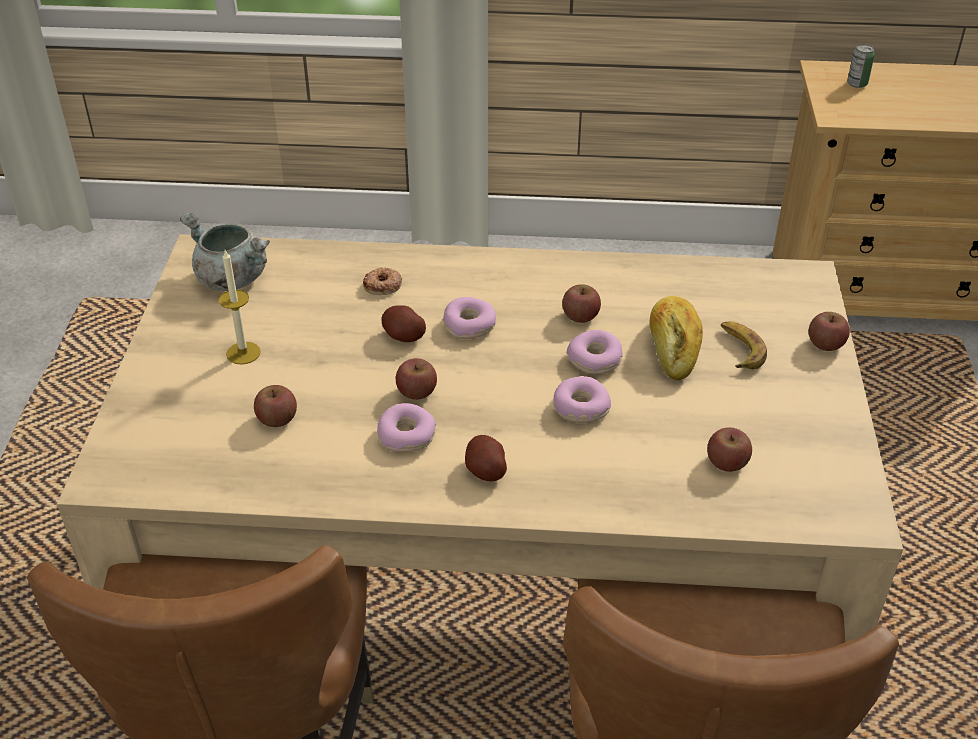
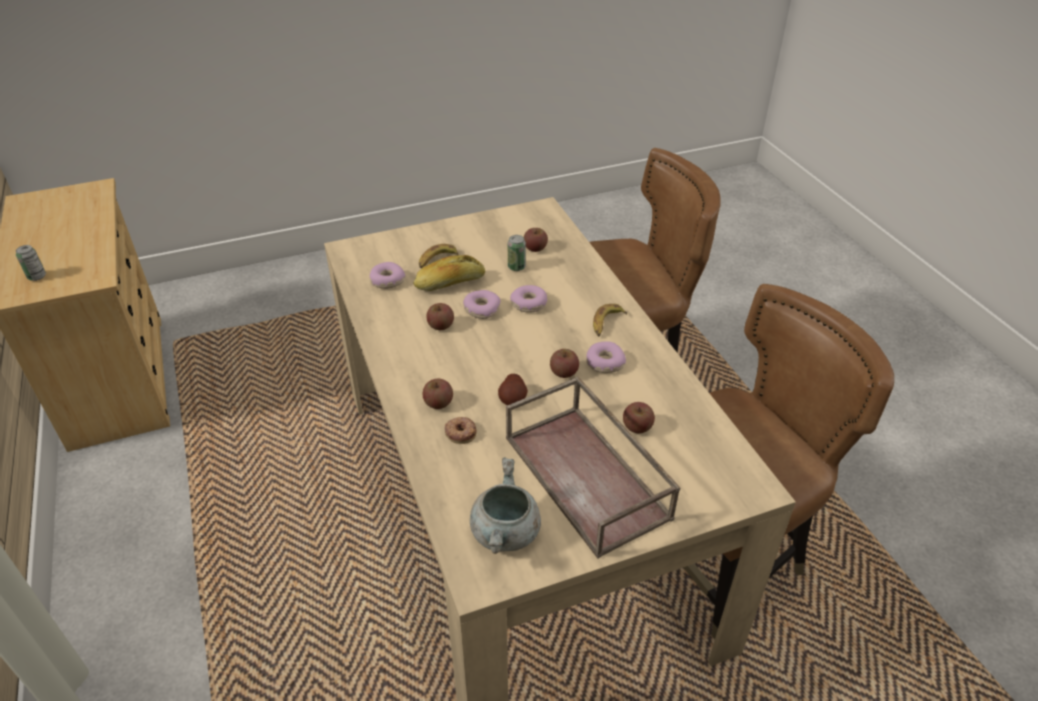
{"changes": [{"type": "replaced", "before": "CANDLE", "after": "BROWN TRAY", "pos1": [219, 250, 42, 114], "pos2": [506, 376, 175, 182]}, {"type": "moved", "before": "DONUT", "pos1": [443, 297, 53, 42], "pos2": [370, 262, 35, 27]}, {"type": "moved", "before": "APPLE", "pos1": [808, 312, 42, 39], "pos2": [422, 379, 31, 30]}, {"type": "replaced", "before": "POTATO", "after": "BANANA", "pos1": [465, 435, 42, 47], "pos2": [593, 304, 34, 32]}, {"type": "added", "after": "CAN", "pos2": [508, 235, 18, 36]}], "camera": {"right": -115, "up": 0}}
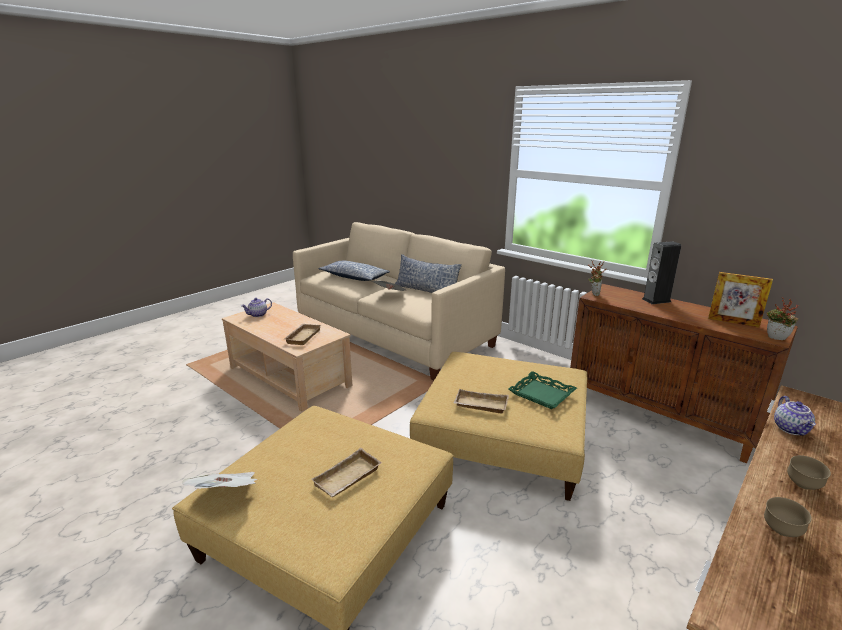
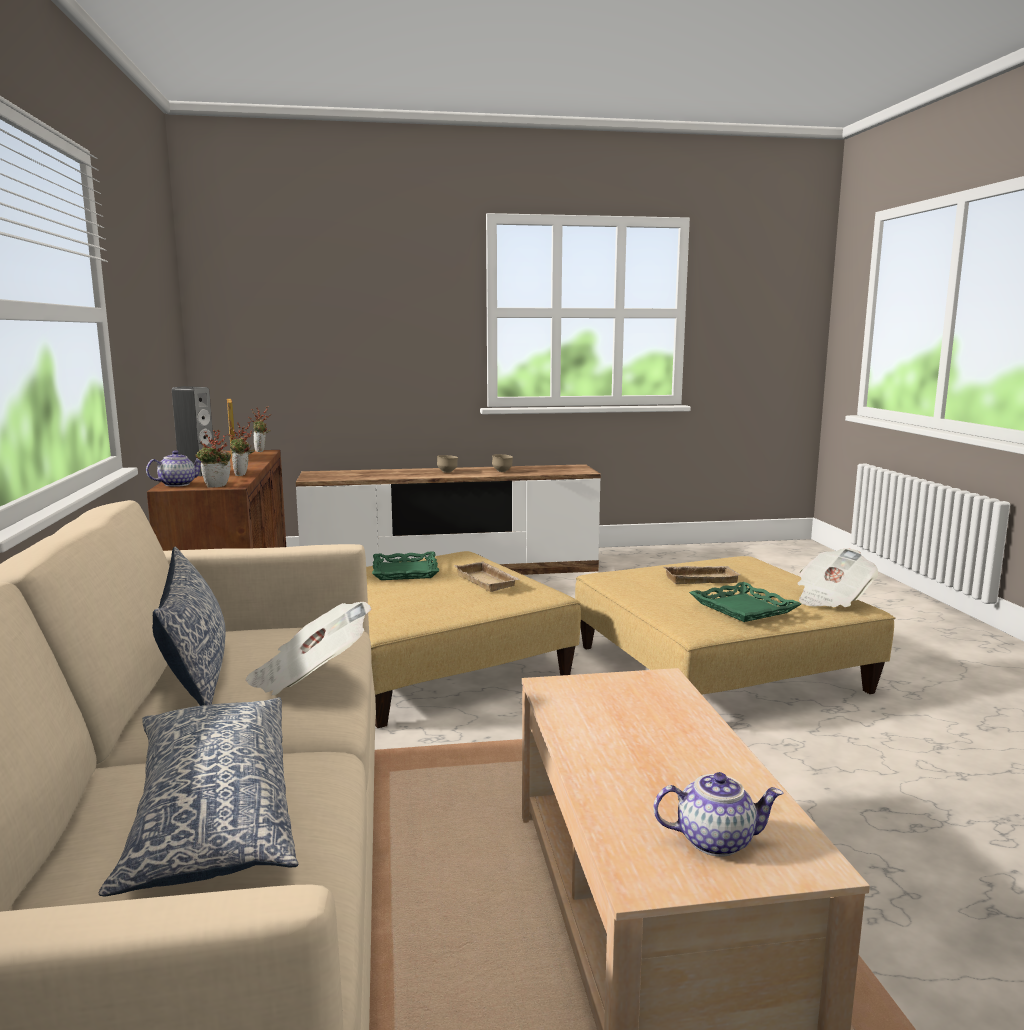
{"changes": [{"type": "removed", "before": "BEIGE TRAY", "pos1": [284, 324, 37, 21]}, {"type": "moved", "before": "TEAPOT", "pos1": [774, 396, 42, 40], "pos2": [146, 450, 55, 37]}, {"type": "added", "after": "POTTED PLANT", "pos2": [227, 421, 28, 55]}, {"type": "added", "after": "GREEN TRAY", "pos2": [689, 582, 112, 40]}], "camera": {"right": -140, "up": -10}}
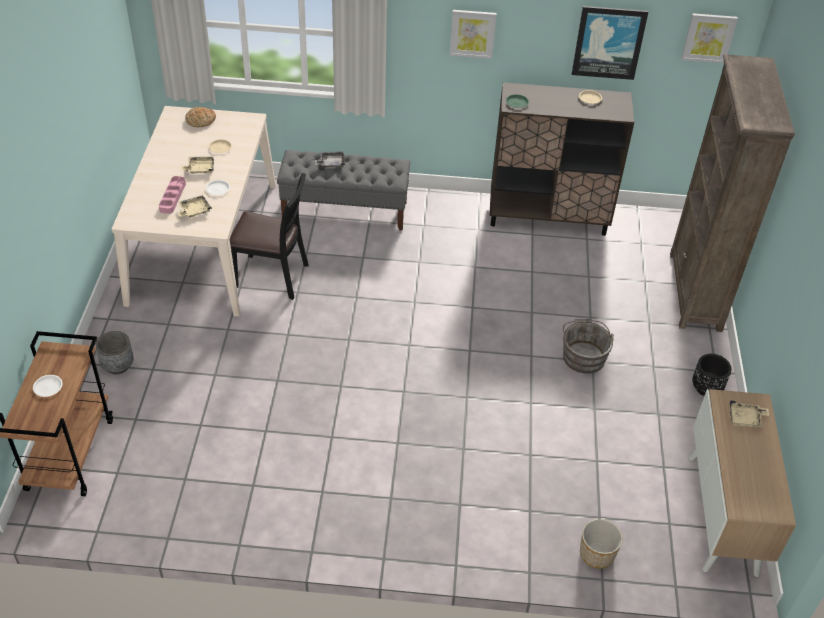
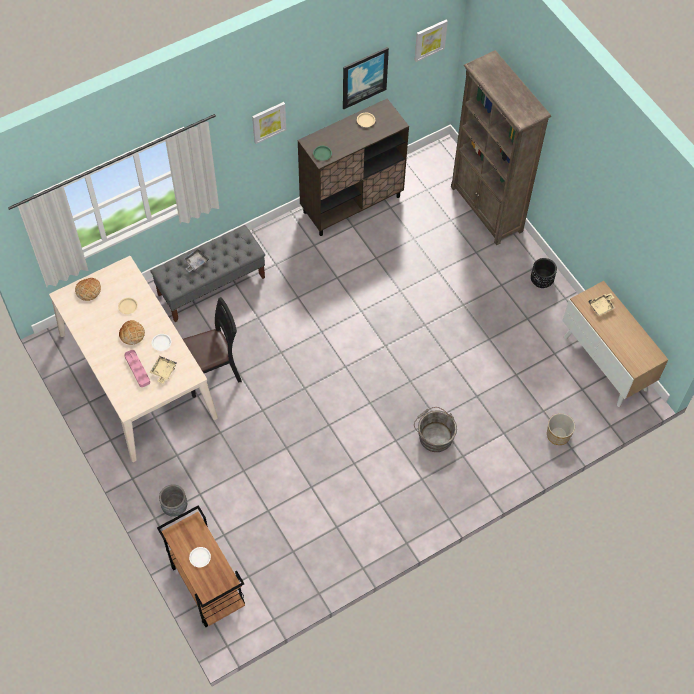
{"changes": [{"type": "replaced", "before": "BEIGE TRAY", "after": "BREAD", "pos1": [181, 156, 33, 18], "pos2": [119, 320, 26, 25]}, {"type": "moved", "before": "GREY BUCKET", "pos1": [563, 319, 51, 55], "pos2": [414, 407, 43, 45]}], "camera": {"right": -35, "up": 15}}
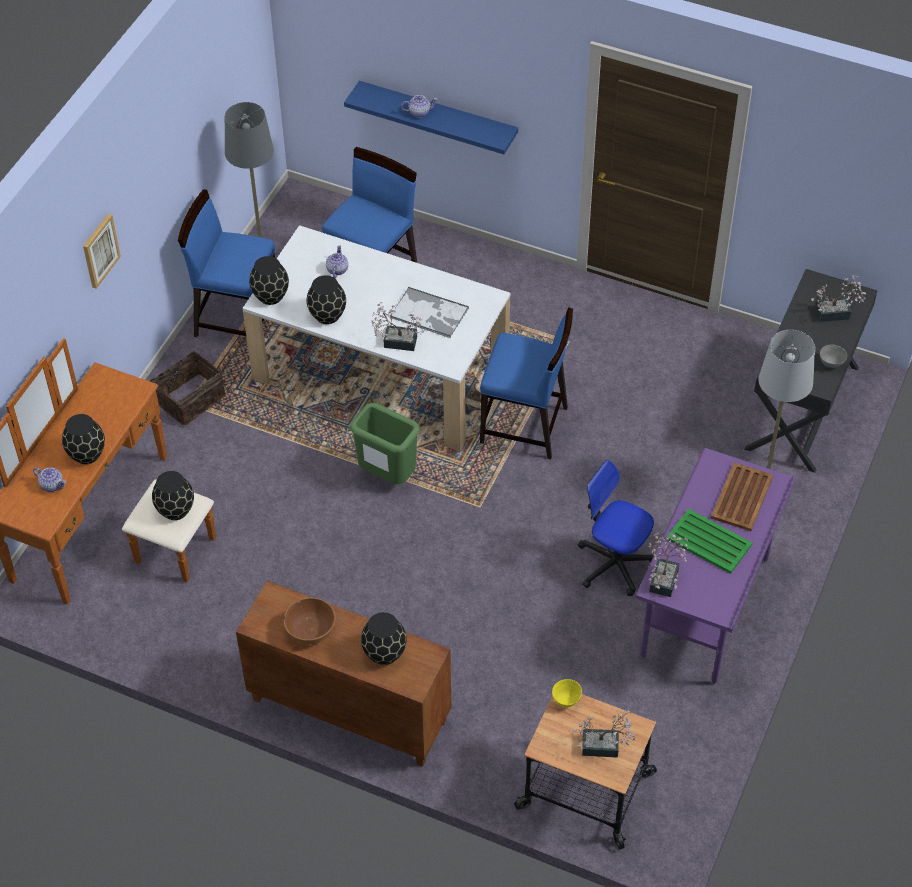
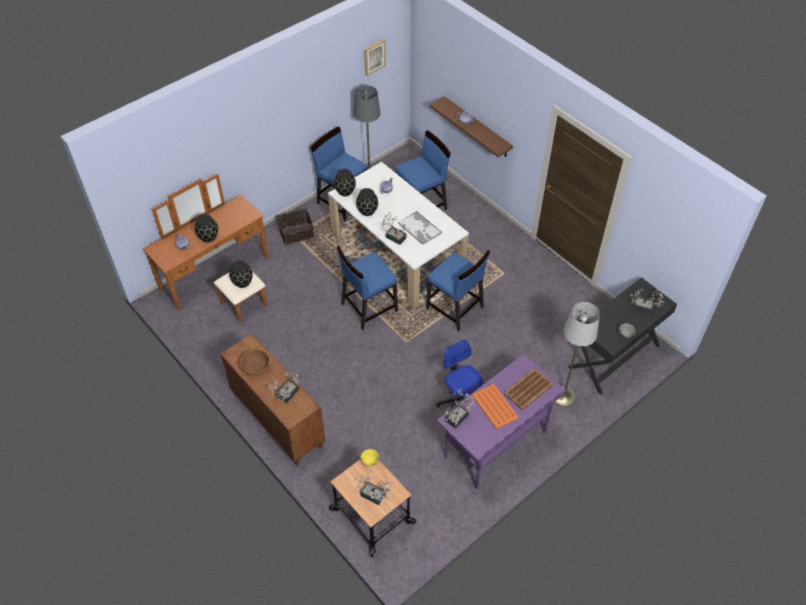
{"changes": [{"type": "recoloured", "before": "BLUE SHELF", "after": "BROWN SHELF", "pos1": [344, 81, 174, 73], "pos2": [430, 96, 83, 61]}, {"type": "moved", "before": "PICTURE", "pos1": [83, 214, 38, 75], "pos2": [364, 39, 22, 37]}, {"type": "replaced", "before": "GREEN TRASH CAN", "after": "BLUE CHAIR", "pos1": [350, 403, 70, 81], "pos2": [337, 246, 61, 84]}, {"type": "recoloured", "before": "GREEN TRAY", "after": "ORANGE TRAY", "pos1": [667, 509, 85, 65], "pos2": [472, 384, 46, 46]}, {"type": "replaced", "before": "BLACK VASE", "after": "POTTED PLANT", "pos1": [361, 612, 46, 53], "pos2": [269, 371, 30, 32]}], "camera": {"right": 25, "up": 0}}
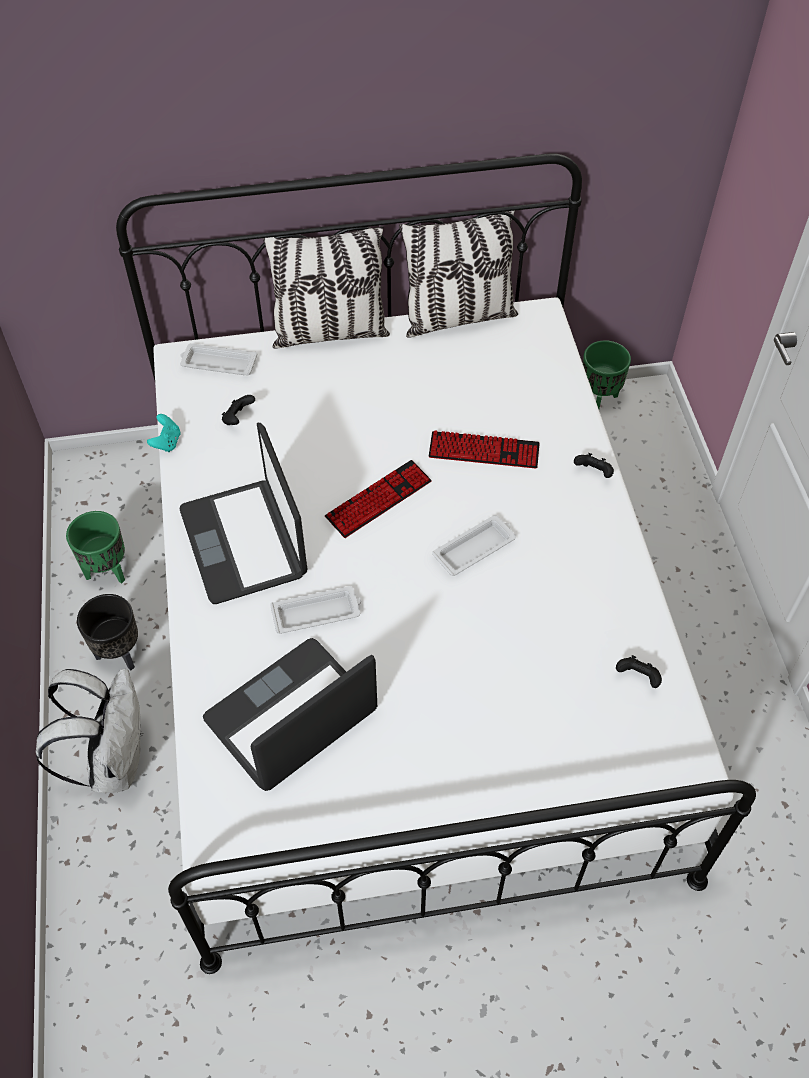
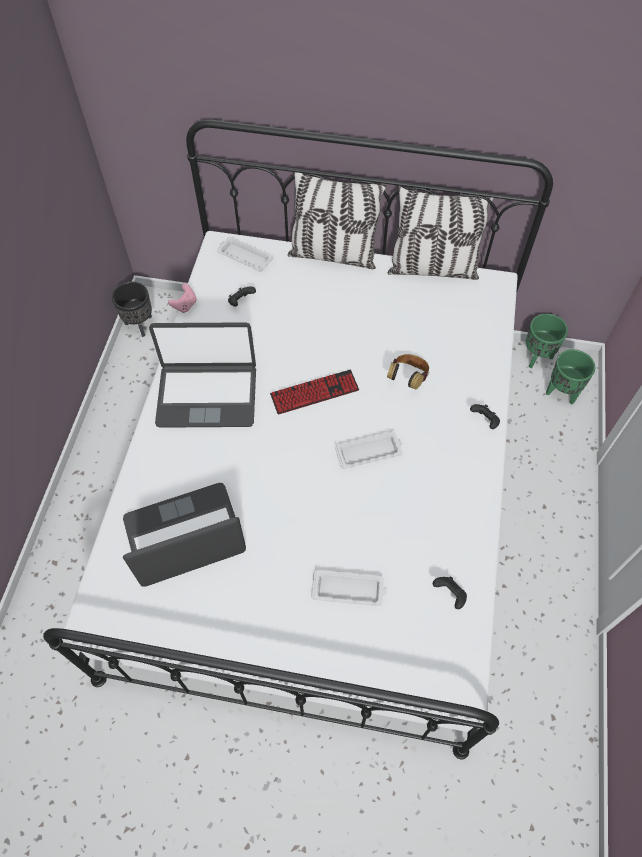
{"changes": [{"type": "recoloured", "before": "TURQUOISE GAME CONTROLLER", "after": "PINK GAME CONTROLLER", "pos1": [147, 414, 34, 38], "pos2": [168, 284, 29, 29]}, {"type": "turned", "before": "LAPTOP", "pos1": [180, 423, 127, 181], "pos2": [149, 322, 107, 106], "turn": -90}, {"type": "replaced", "before": "KEYBOARD", "after": "HEADPHONES", "pos1": [429, 430, 111, 38], "pos2": [387, 354, 42, 35]}, {"type": "moved", "before": "GREEN PLANTER", "pos1": [66, 511, 59, 73], "pos2": [546, 349, 49, 56]}, {"type": "moved", "before": "WHITE TRAY", "pos1": [270, 586, 91, 48], "pos2": [311, 570, 76, 36]}, {"type": "moved", "before": "BLACK PLANTER", "pos1": [77, 594, 61, 77], "pos2": [112, 282, 40, 55]}, {"type": "removed", "before": "WHITE BACKPACK", "pos1": [36, 669, 107, 124]}], "camera": {"right": 20, "up": 5}}
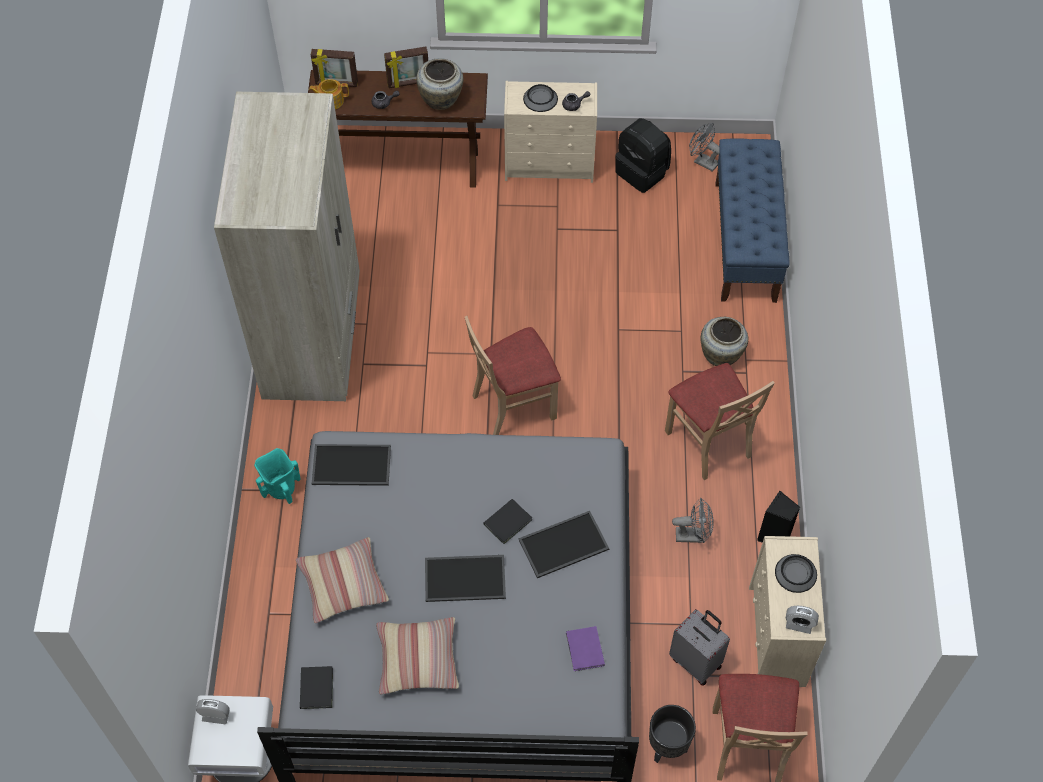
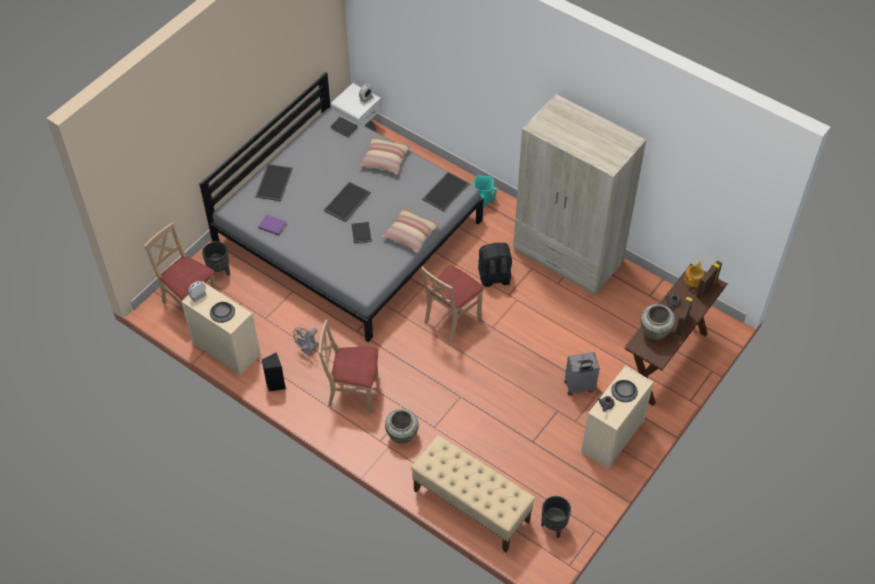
{"changes": [{"type": "moved", "before": "BLACK BACKPACK", "pos1": [615, 118, 56, 75], "pos2": [478, 243, 34, 44]}, {"type": "replaced", "before": "GREY FAN", "after": "BLACK PLANTER", "pos1": [689, 123, 31, 49], "pos2": [541, 496, 30, 42]}, {"type": "recoloured", "before": "BLUE BENCH", "after": "BEIGE BENCH", "pos1": [715, 139, 74, 164], "pos2": [411, 435, 124, 117]}, {"type": "turned", "before": "BEIGE CHAIR", "pos1": [465, 316, 96, 119], "pos2": [422, 265, 62, 77], "turn": -150}, {"type": "moved", "before": "TRAY", "pos1": [519, 511, 90, 67], "pos2": [255, 164, 38, 37]}, {"type": "moved", "before": "GREY SUITCASE", "pos1": [669, 609, 61, 77], "pos2": [564, 352, 36, 43]}, {"type": "moved", "before": "PILLOW", "pos1": [376, 617, 83, 77], "pos2": [381, 207, 59, 46]}], "camera": {"right": 125, "up": -5}}
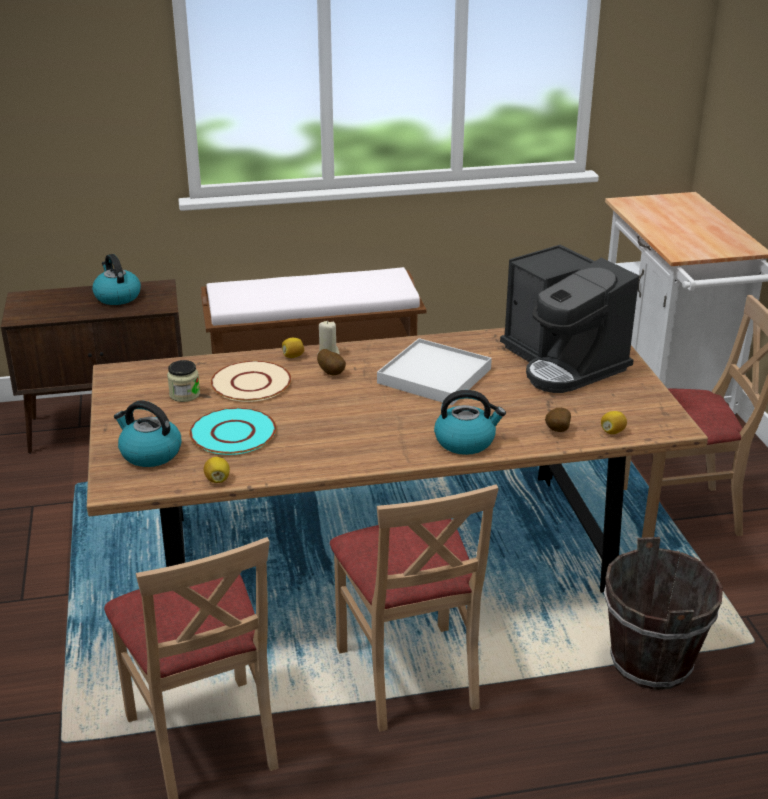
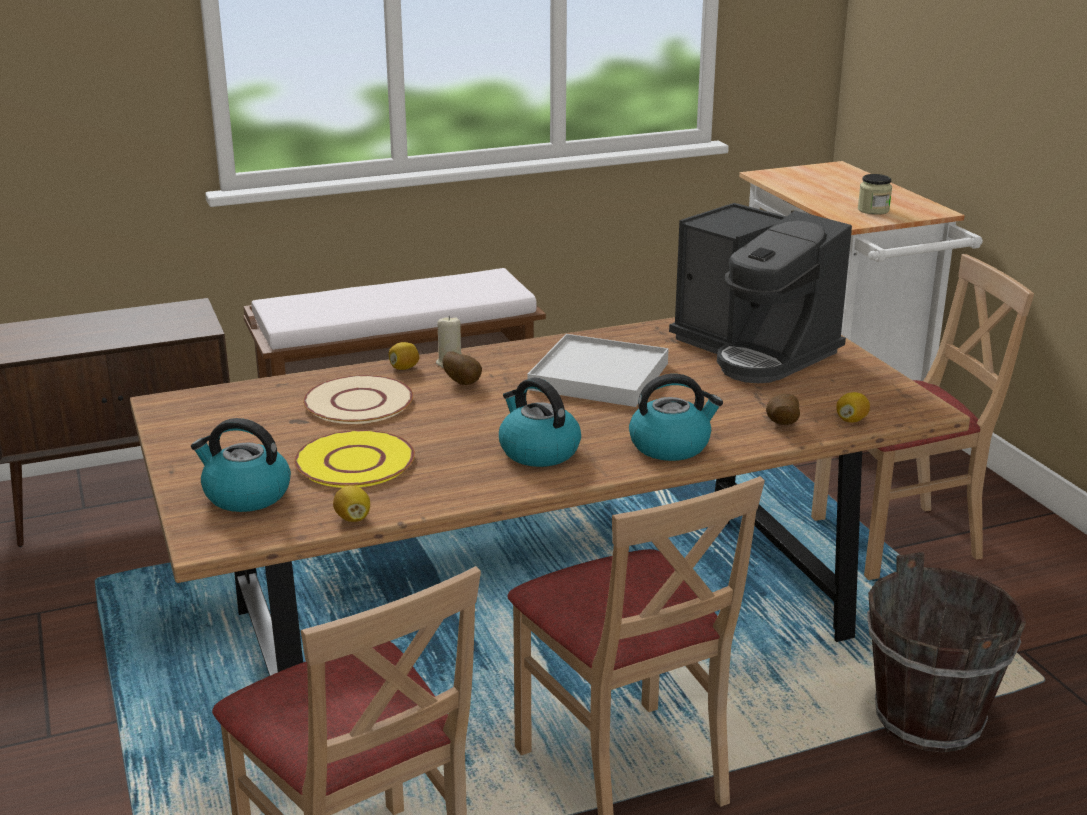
{"changes": [{"type": "moved", "before": "KETTLE", "pos1": [92, 254, 49, 51], "pos2": [499, 378, 82, 89]}, {"type": "moved", "before": "JAR", "pos1": [167, 360, 33, 42], "pos2": [858, 174, 34, 41]}, {"type": "recoloured", "before": "TURQUOISE PLATE", "after": "YELLOW PLATE", "pos1": [189, 408, 87, 47], "pos2": [294, 430, 121, 58]}], "camera": {"right": -10, "up": -5}}
